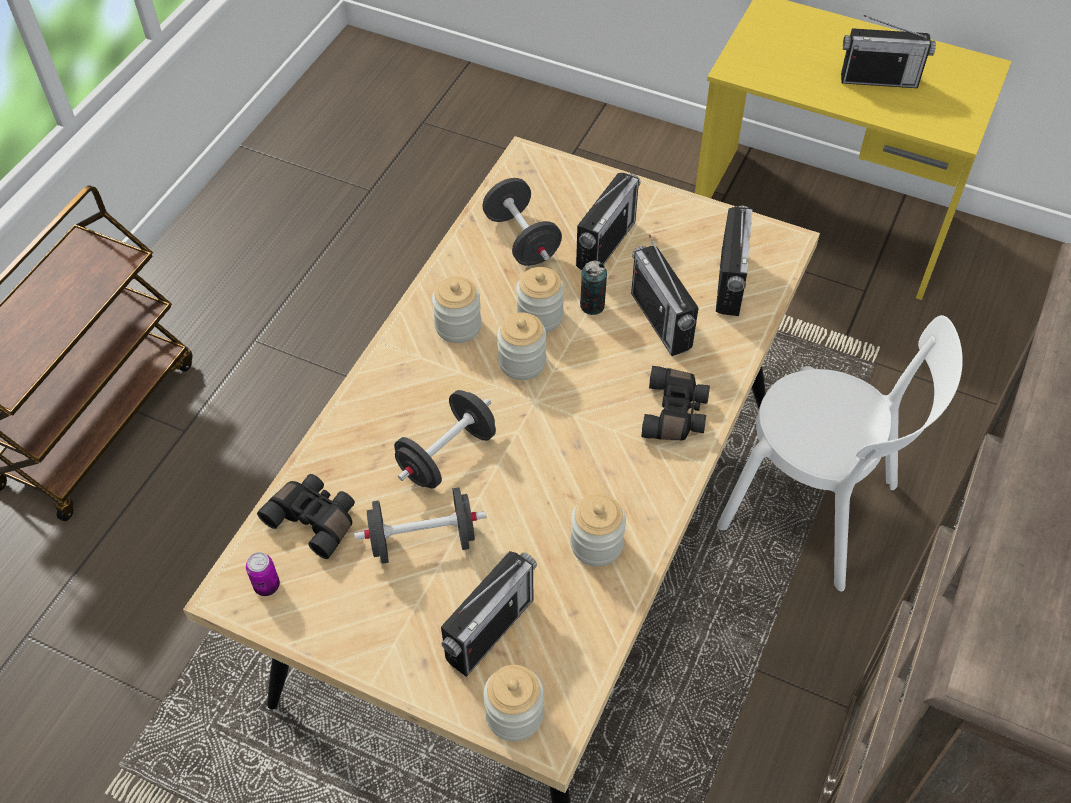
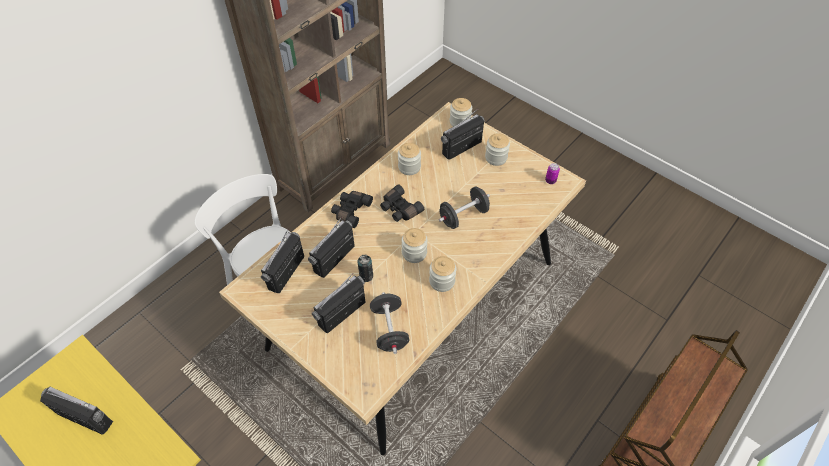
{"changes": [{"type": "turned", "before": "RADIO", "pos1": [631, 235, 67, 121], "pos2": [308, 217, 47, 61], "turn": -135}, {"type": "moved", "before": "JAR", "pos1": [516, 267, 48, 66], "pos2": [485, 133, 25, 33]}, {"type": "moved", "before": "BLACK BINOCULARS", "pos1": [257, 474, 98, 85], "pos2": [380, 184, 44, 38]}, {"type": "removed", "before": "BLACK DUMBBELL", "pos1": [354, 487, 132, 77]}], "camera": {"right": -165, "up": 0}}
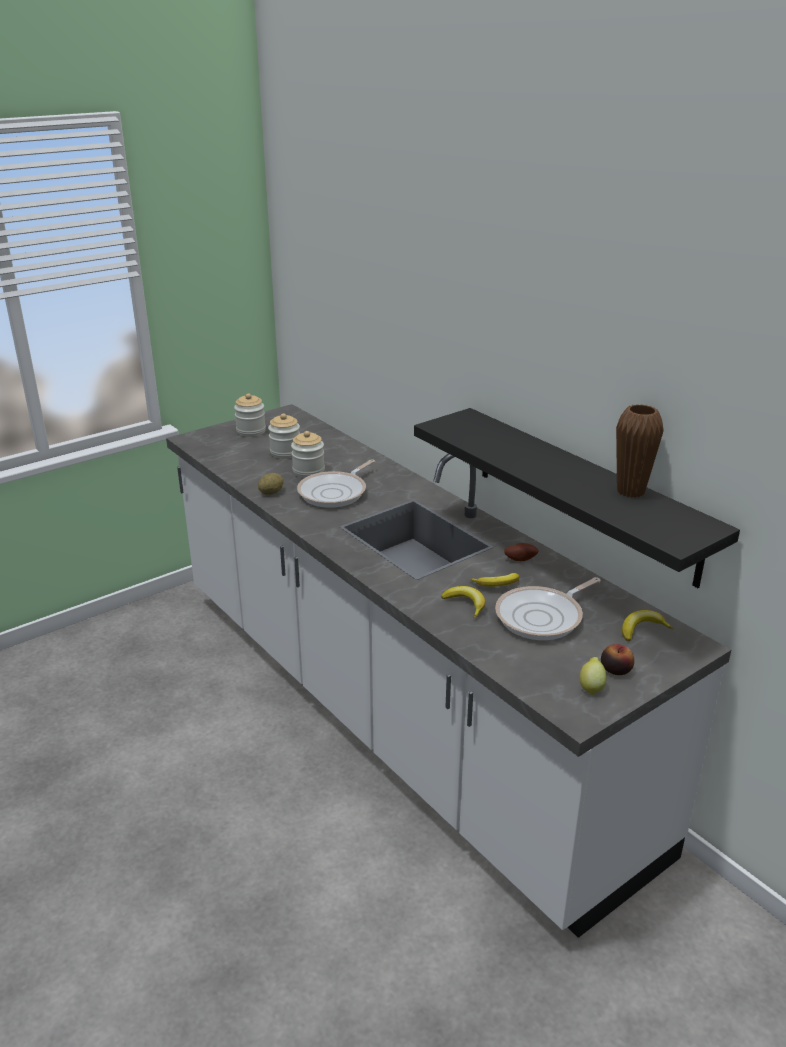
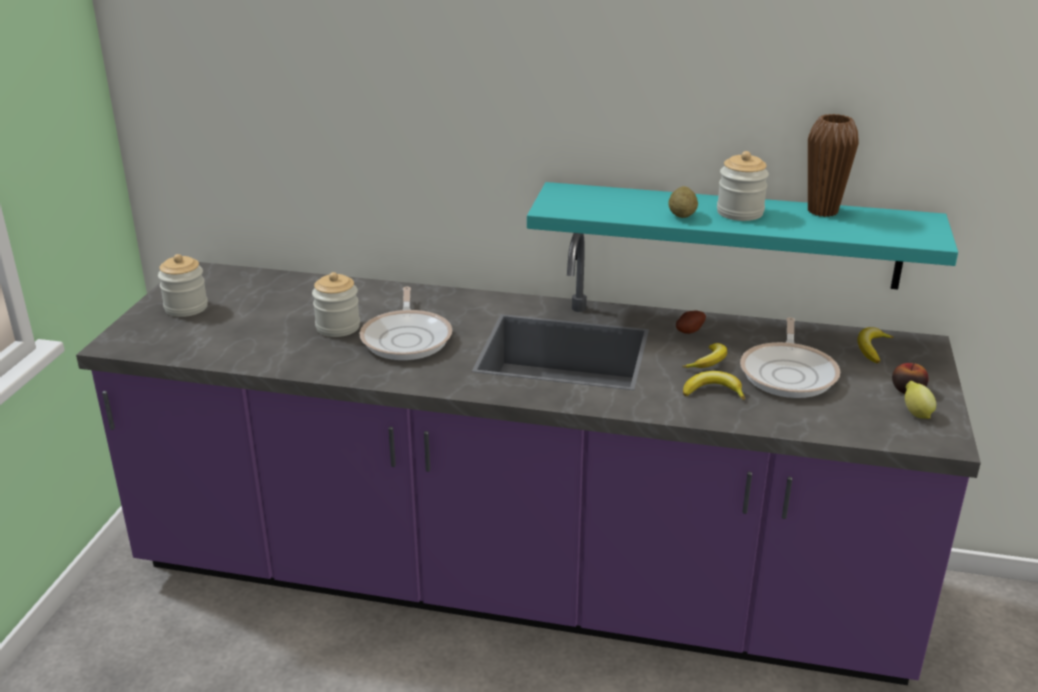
{"changes": [{"type": "recoloured", "before": "WHITE COUNTER", "after": "PURPLE COUNTER", "pos1": [166, 404, 565, 534], "pos2": [76, 233, 905, 452]}, {"type": "recoloured", "before": "BLACK SHELF", "after": "TURQUOISE SHELF", "pos1": [414, 408, 326, 180], "pos2": [527, 182, 431, 107]}, {"type": "moved", "before": "JAR", "pos1": [268, 413, 32, 46], "pos2": [717, 151, 52, 70]}, {"type": "moved", "before": "POTATO", "pos1": [258, 473, 26, 22], "pos2": [668, 186, 30, 32]}], "camera": {"right": -40, "up": 0}}
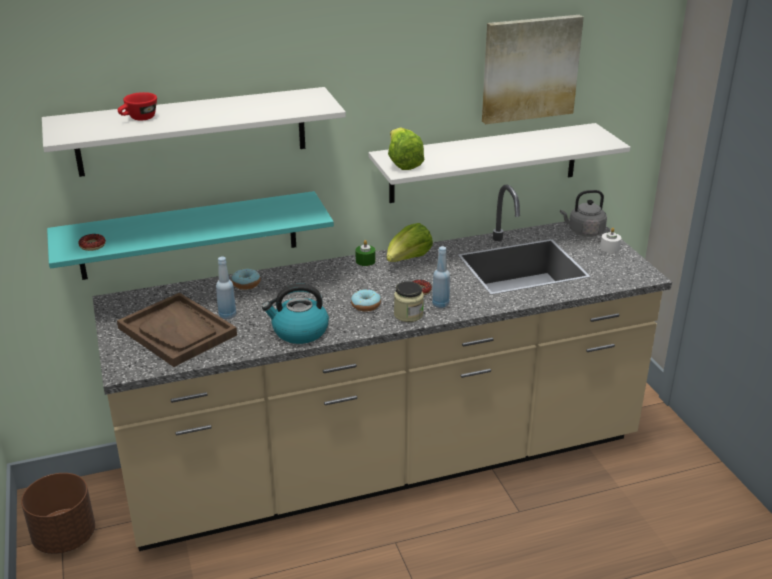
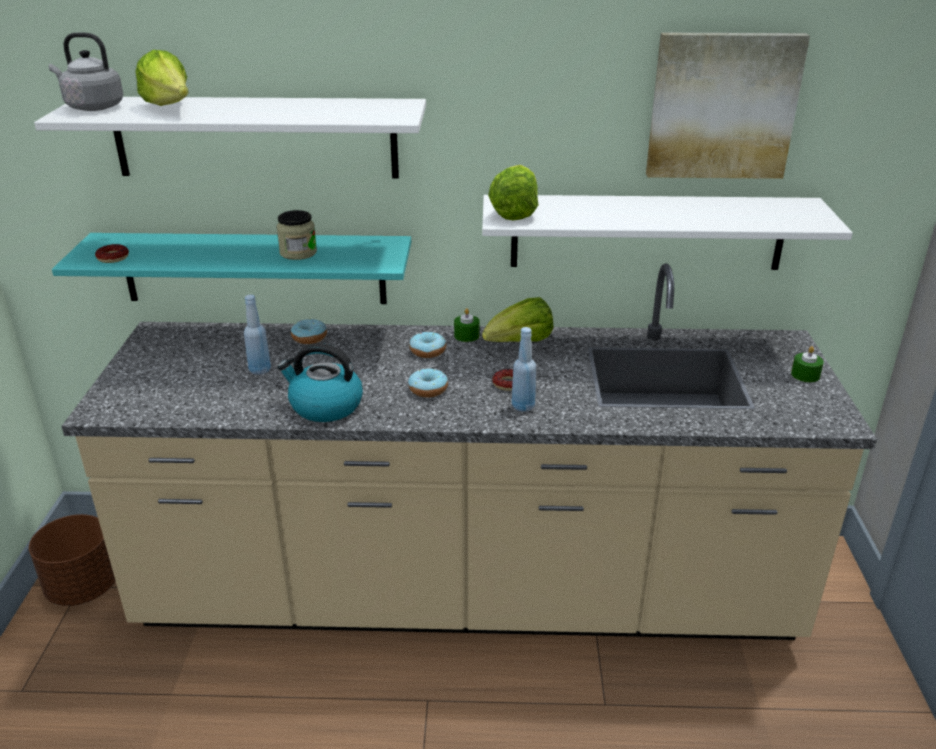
{"changes": [{"type": "replaced", "before": "RED CUP", "after": "LETTUCE", "pos1": [118, 92, 39, 29], "pos2": [135, 50, 54, 56]}, {"type": "moved", "before": "GREY KETTLE", "pos1": [560, 190, 47, 47], "pos2": [49, 32, 74, 79]}, {"type": "recoloured", "before": "WHITE CANDLE", "after": "GREEN CANDLE", "pos1": [600, 228, 21, 25], "pos2": [791, 346, 33, 36]}, {"type": "moved", "before": "JAR", "pos1": [394, 281, 30, 41], "pos2": [277, 210, 40, 50]}, {"type": "removed", "before": "BROWN TRAY", "pos1": [117, 293, 120, 74]}, {"type": "added", "after": "DONUT", "pos2": [409, 332, 37, 26]}], "camera": {"right": 20, "up": 0}}
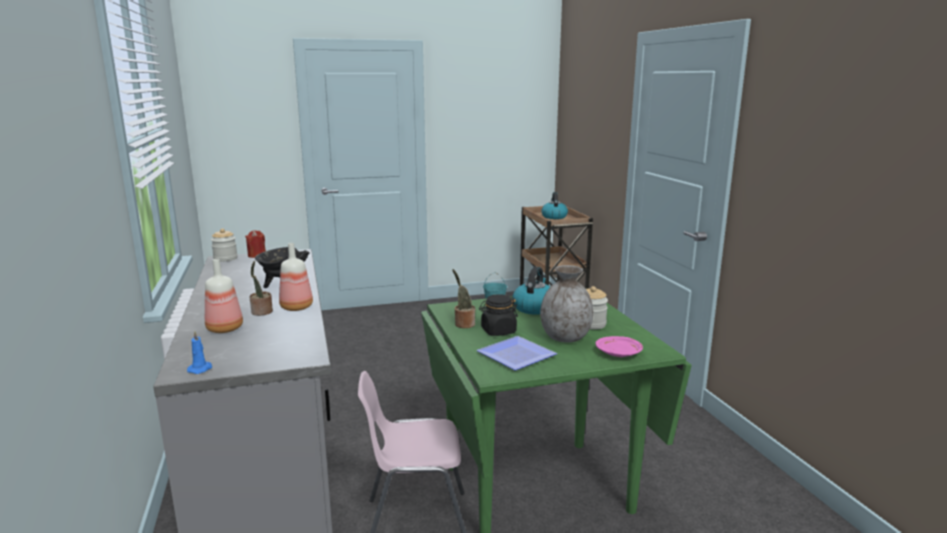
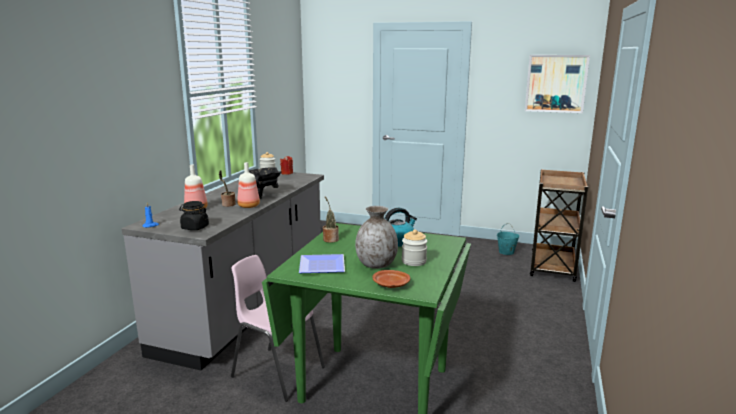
{"changes": [{"type": "removed", "before": "KETTLE", "pos1": [542, 192, 26, 27]}, {"type": "moved", "before": "BLACK JAR", "pos1": [479, 294, 39, 42], "pos2": [179, 201, 30, 29]}, {"type": "recoloured", "before": "PINK PLATE", "after": "BROWN PLATE", "pos1": [596, 336, 47, 21], "pos2": [372, 270, 38, 18]}, {"type": "added", "after": "PICTURE", "pos2": [525, 55, 65, 58]}], "camera": {"right": 35, "up": 0}}
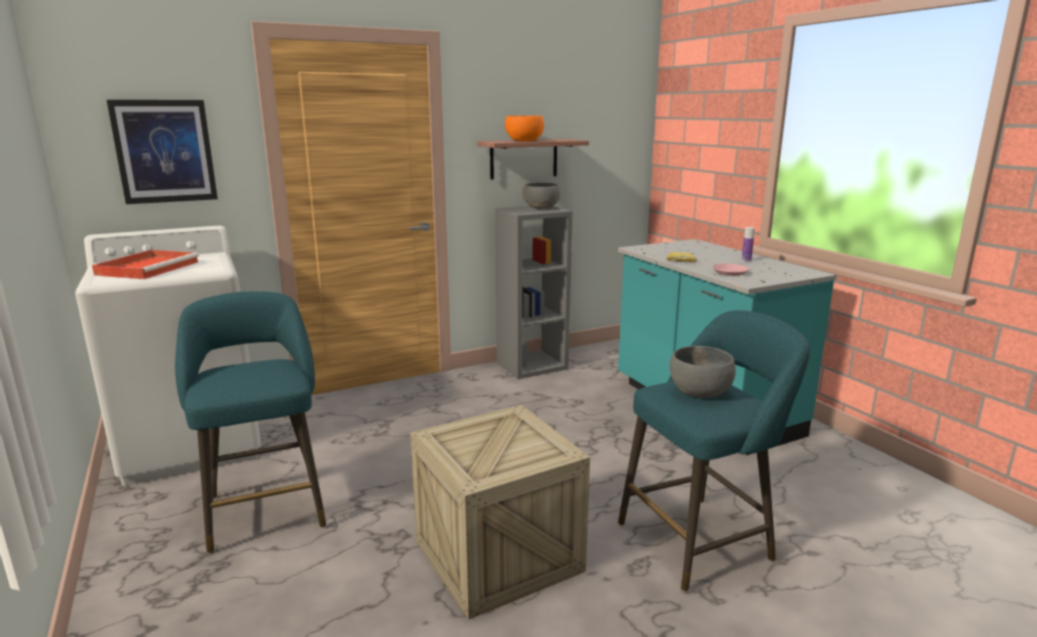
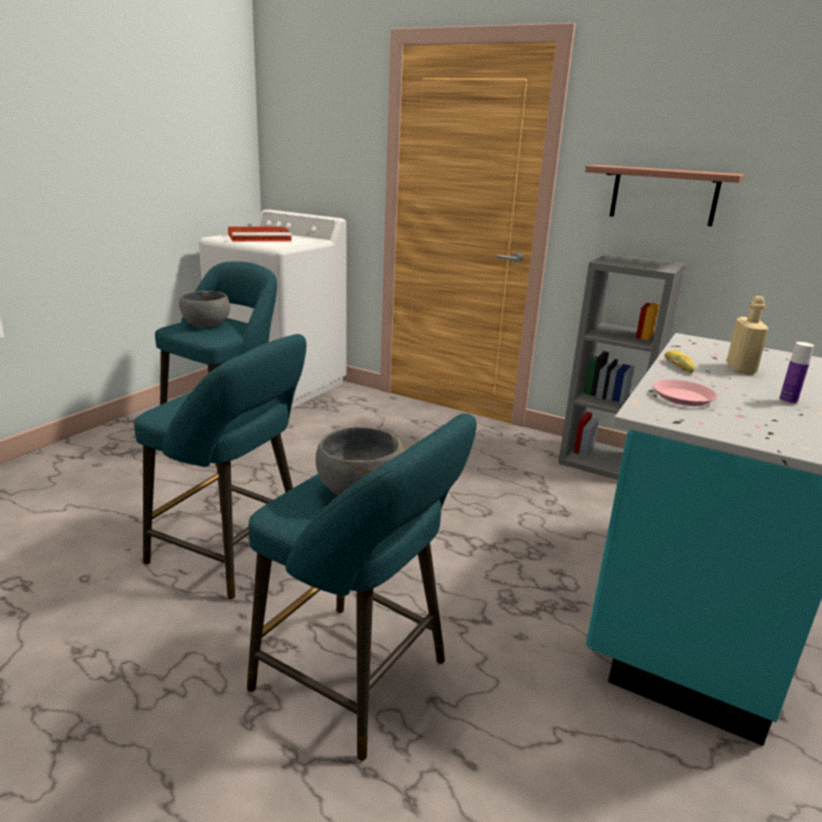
{"changes": [{"type": "removed", "before": "PICTURE", "pos1": [107, 100, 111, 104]}, {"type": "removed", "before": "ORANGE BOWL", "pos1": [505, 116, 39, 25]}, {"type": "moved", "before": "GREY BOWL", "pos1": [522, 183, 38, 26], "pos2": [179, 291, 51, 36]}, {"type": "replaced", "before": "CRATE", "after": "TURQUOISE STOOL", "pos1": [410, 405, 180, 215], "pos2": [134, 334, 173, 266]}, {"type": "added", "after": "BEIGE BOTTLE", "pos2": [726, 296, 43, 78]}], "camera": {"right": 55, "up": 5}}
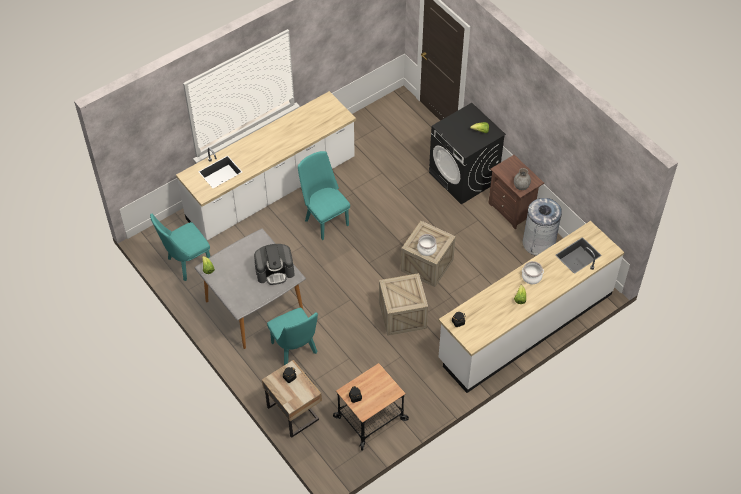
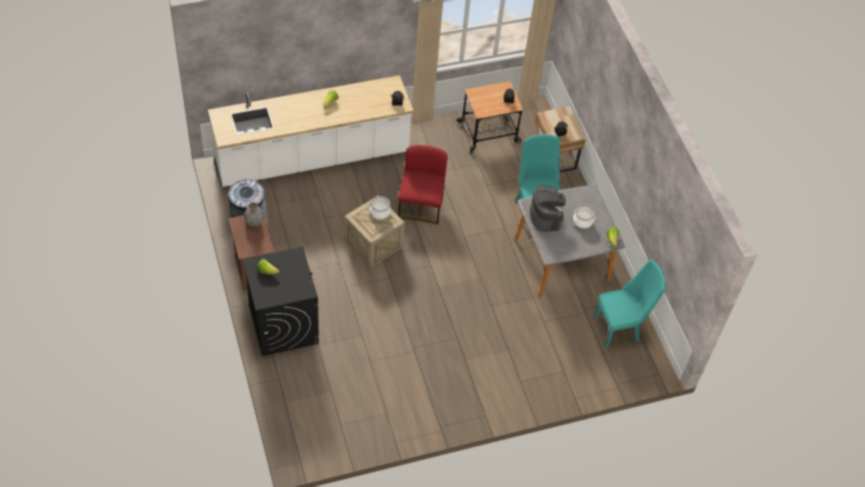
{"changes": [{"type": "removed", "before": "WHITE COUNTER", "pos1": [176, 91, 180, 149]}, {"type": "removed", "before": "TURQUOISE CHAIR", "pos1": [298, 151, 52, 89]}, {"type": "turned", "before": "COFFEE MACHINE", "pos1": [254, 244, 40, 41], "pos2": [530, 185, 36, 47], "turn": 75}, {"type": "moved", "before": "COOKING POT", "pos1": [522, 261, 22, 23], "pos2": [573, 205, 23, 23]}, {"type": "replaced", "before": "CRATE", "after": "RED CHAIR", "pos1": [379, 273, 49, 63], "pos2": [398, 145, 50, 79]}], "camera": {"right": -165, "up": 0}}
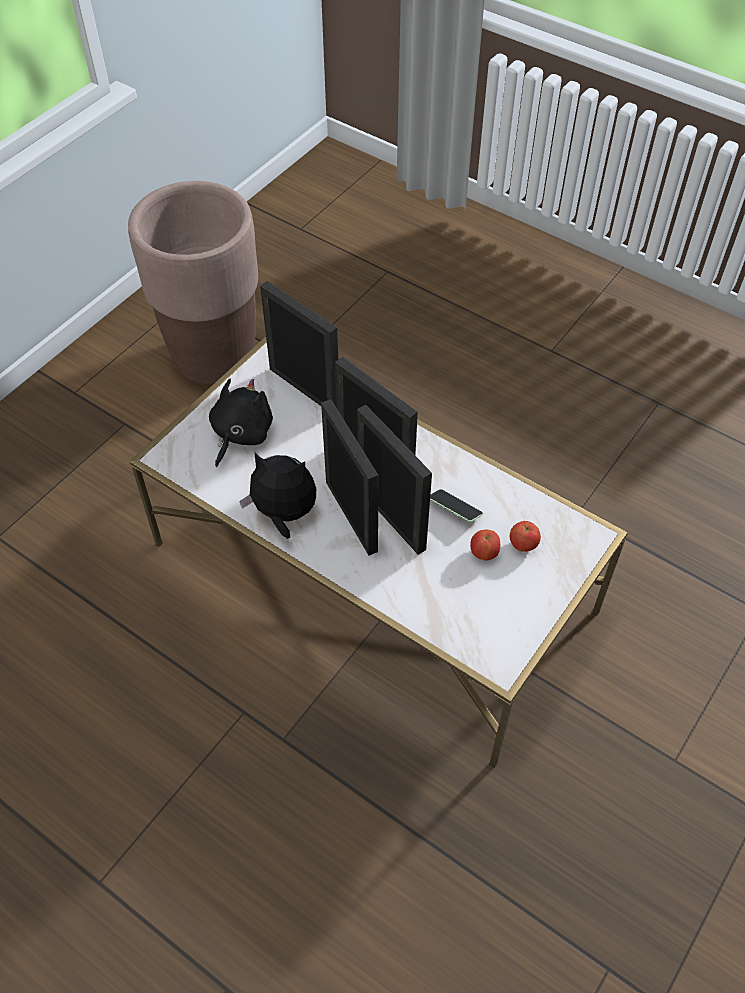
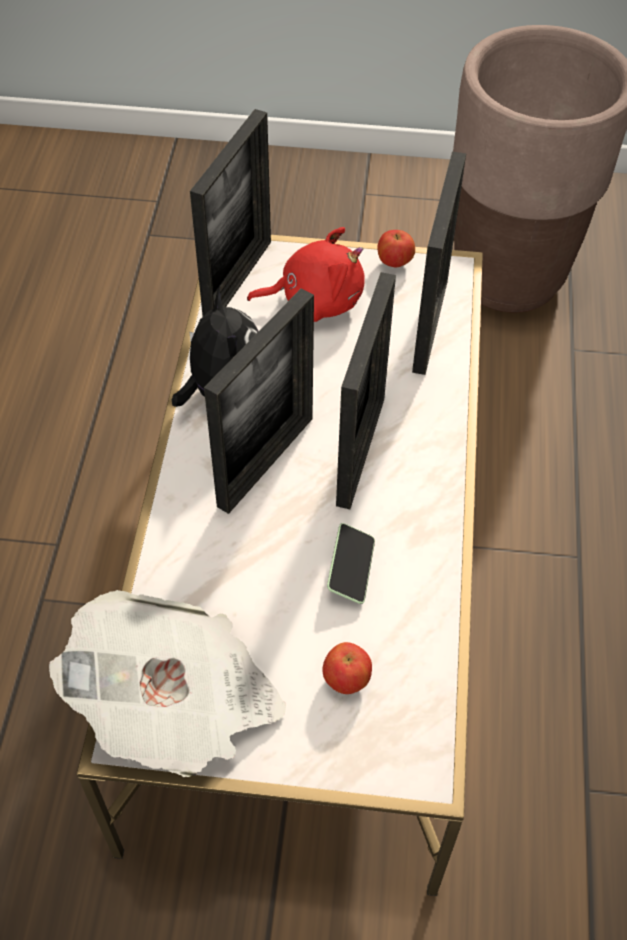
{"changes": [{"type": "recoloured", "before": "BLACK PLUSH TOY", "after": "RED PLUSH TOY", "pos1": [209, 378, 64, 89], "pos2": [247, 227, 118, 95]}, {"type": "moved", "before": "PICTURE FRAME", "pos1": [357, 405, 75, 150], "pos2": [190, 109, 81, 207]}, {"type": "moved", "before": "APPLE", "pos1": [470, 530, 30, 31], "pos2": [378, 230, 37, 38]}, {"type": "added", "after": "NEWSPAPER", "pos2": [49, 590, 237, 187]}], "camera": {"right": 60, "up": 0}}
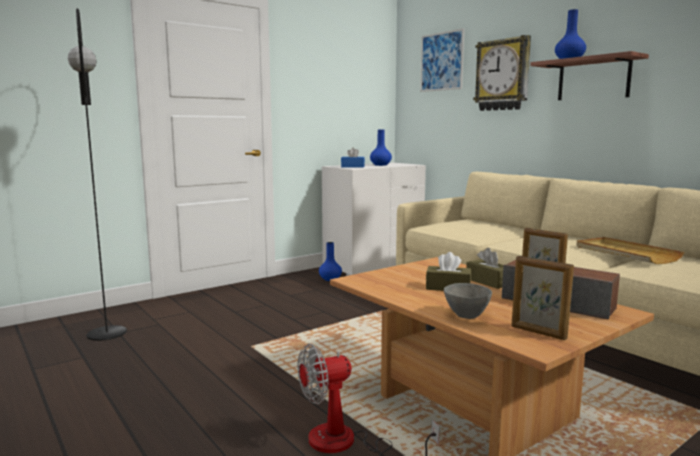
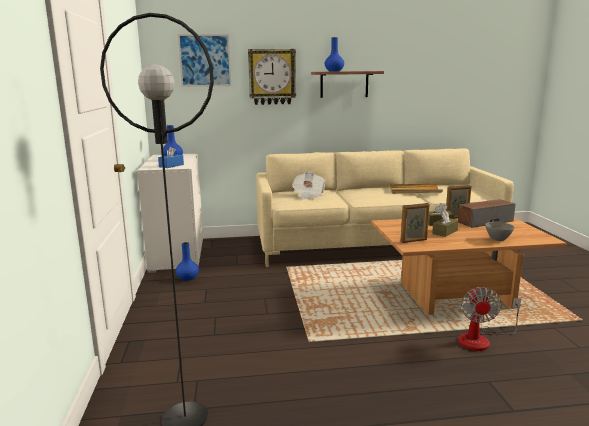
{"changes": [{"type": "moved", "before": "PICTURE FRAME", "pos1": [512, 256, 62, 84], "pos2": [400, 203, 29, 40]}, {"type": "added", "after": "NEWSPAPER", "pos2": [292, 172, 34, 28]}], "camera": {"right": -60, "up": 5}}
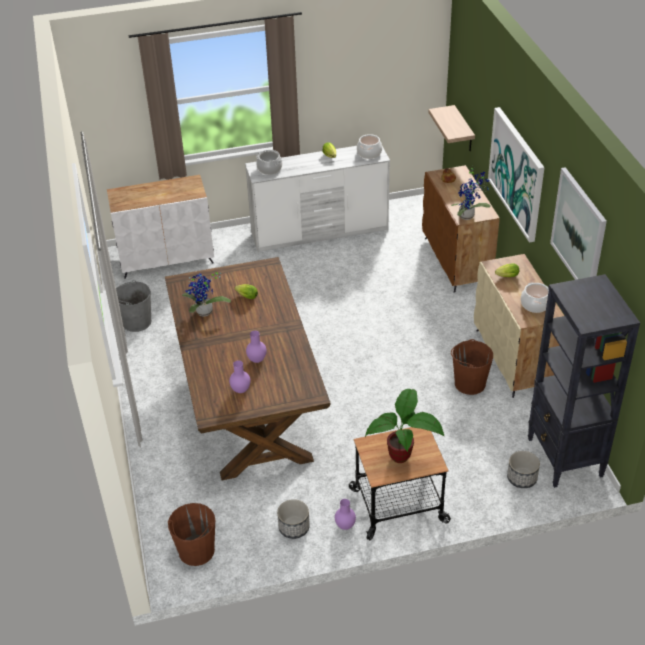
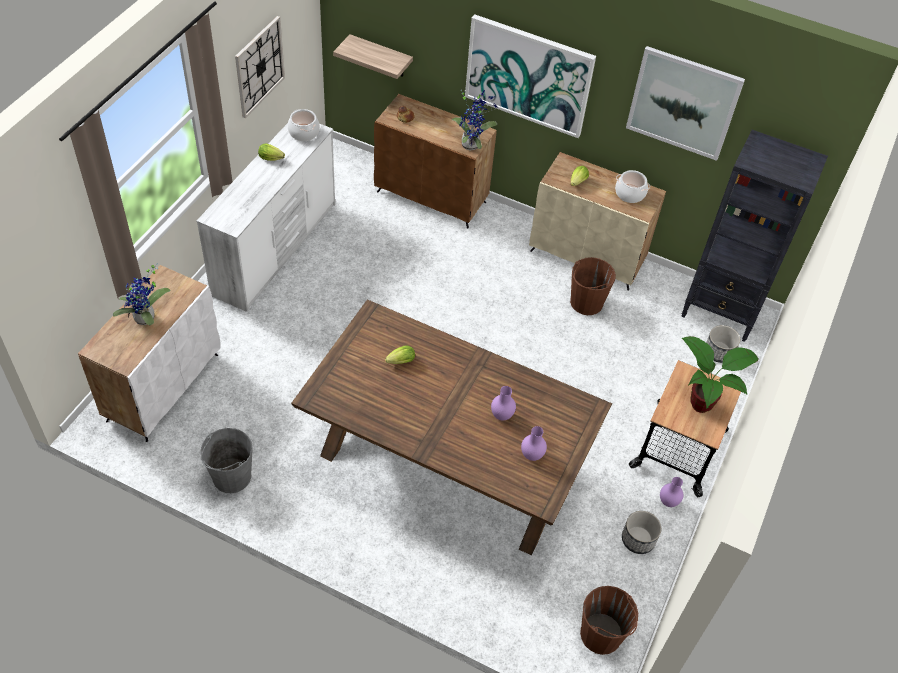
{"changes": [{"type": "removed", "before": "COOKING POT", "pos1": [256, 150, 26, 25]}, {"type": "moved", "before": "POTTED PLANT", "pos1": [182, 272, 49, 44], "pos2": [113, 263, 58, 62]}, {"type": "added", "after": "WALL CLOCK", "pos2": [235, 16, 50, 102]}], "camera": {"right": -55, "up": 10}}
